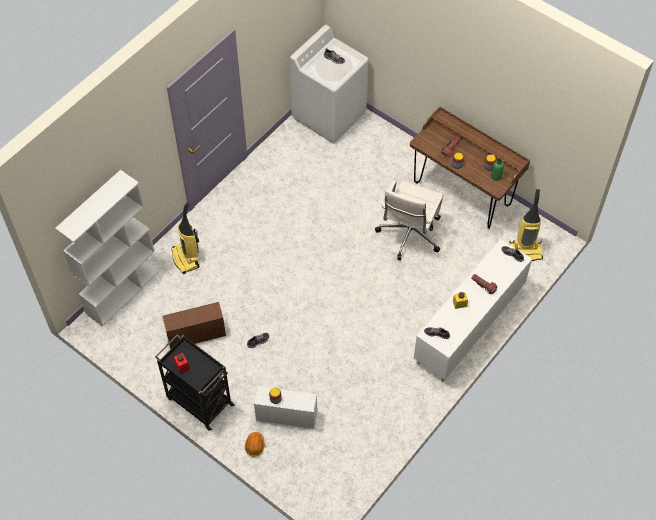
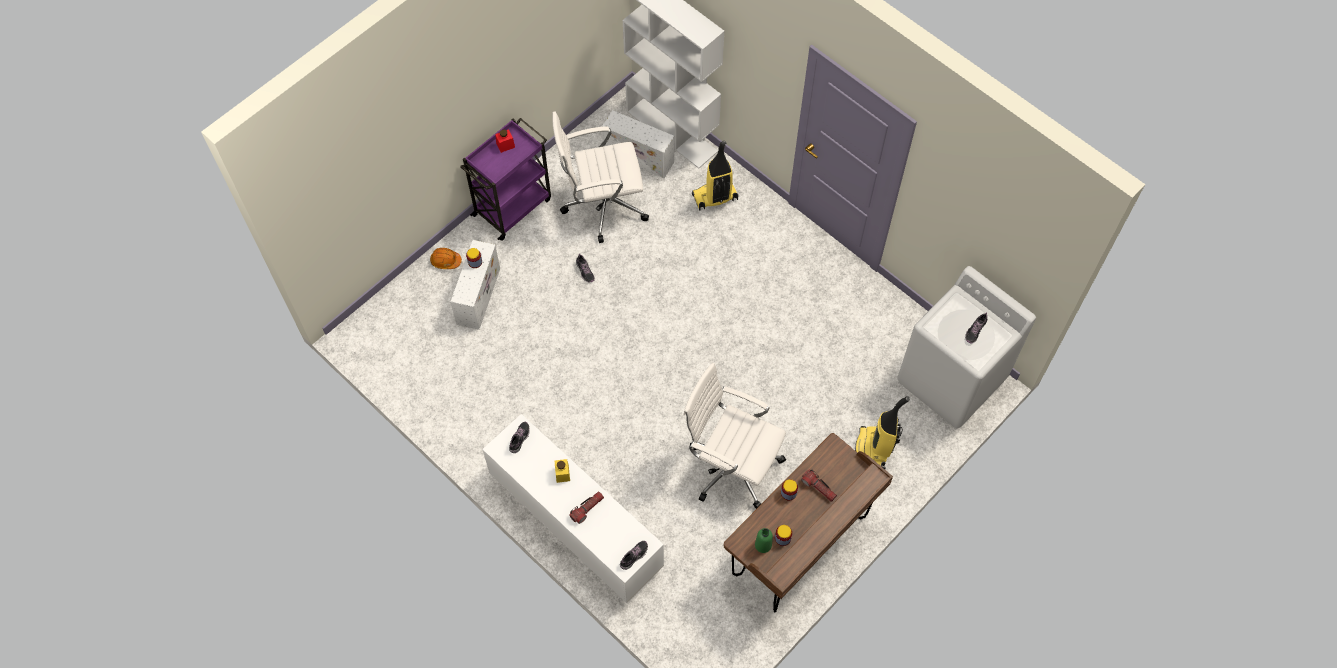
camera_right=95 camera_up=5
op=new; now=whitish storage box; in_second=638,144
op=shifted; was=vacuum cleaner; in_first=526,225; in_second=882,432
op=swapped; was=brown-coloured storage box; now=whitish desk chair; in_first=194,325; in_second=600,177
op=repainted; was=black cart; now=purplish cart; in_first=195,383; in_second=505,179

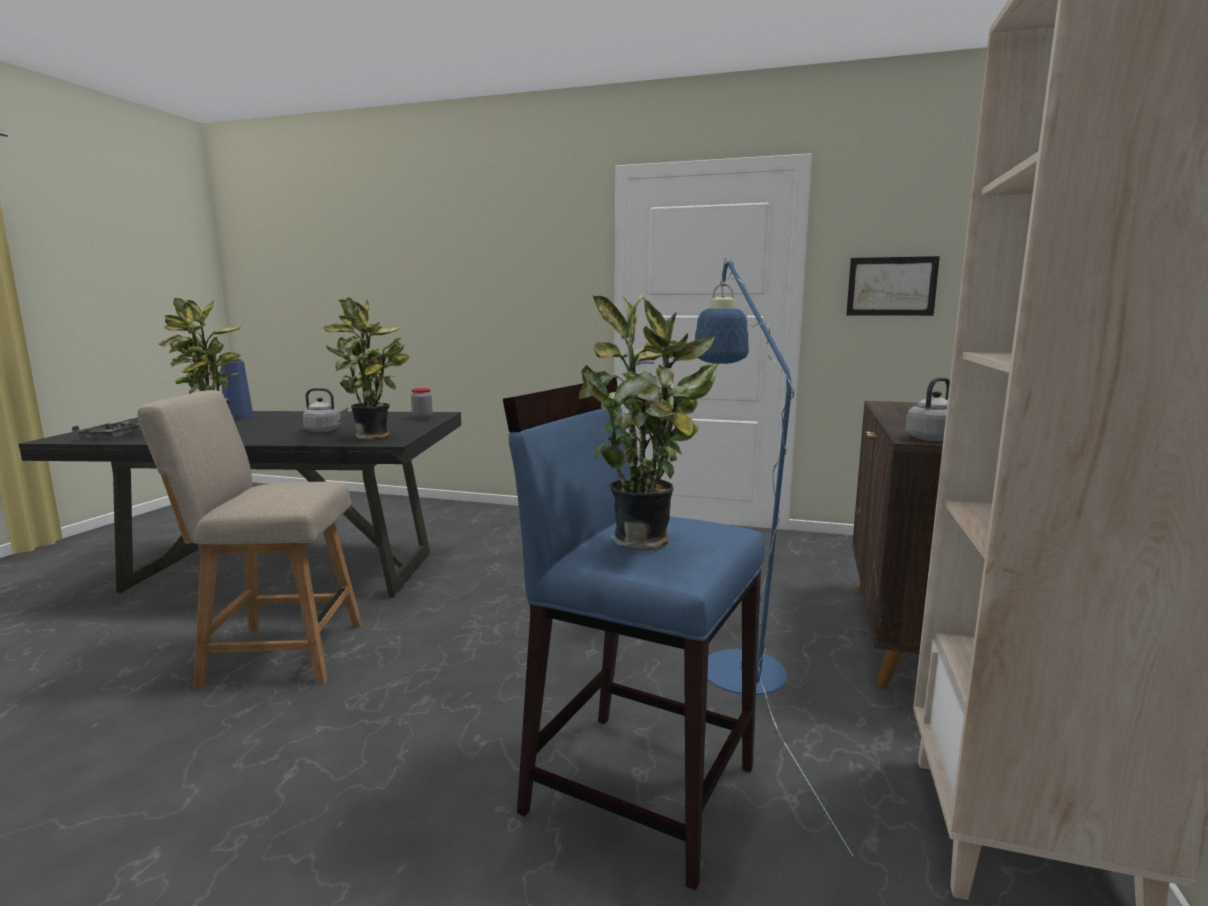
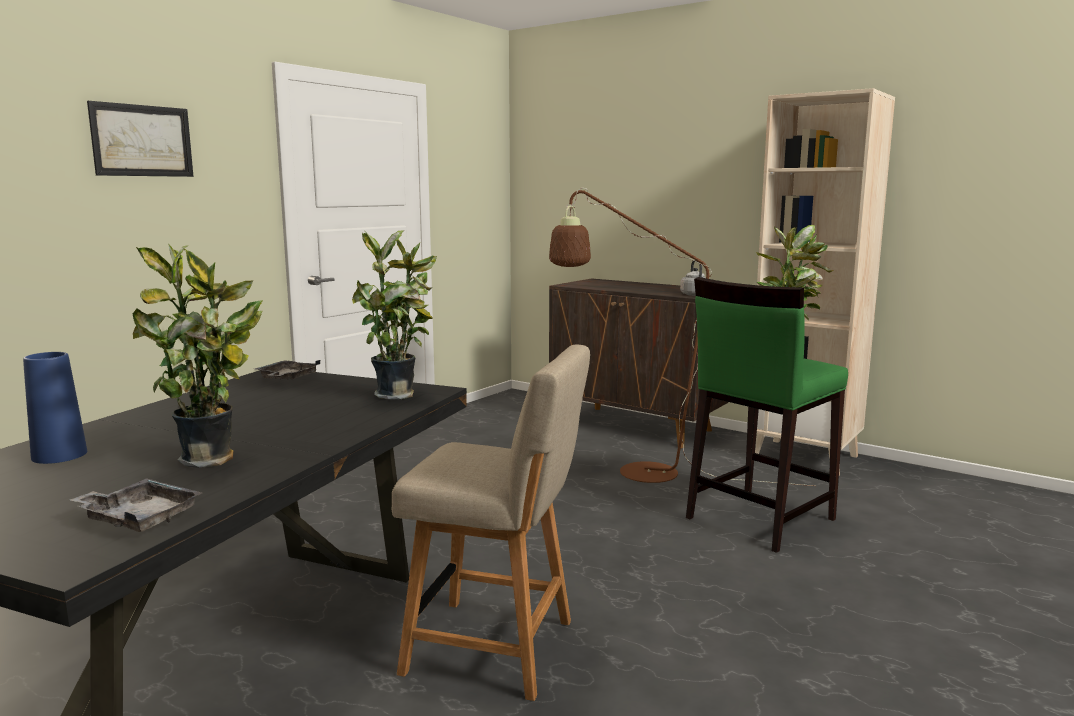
camera_right=-70 camera_up=0
op=gone; was=greyish water kettle; in_first=325,410
op=shifted; was=picture; in_first=893,286; in_second=140,139
op=swapped; was=storage jar; now=greyish carrying tray; in_first=422,403; in_second=287,370
op=repainted; was=blue-coloured stool seat; now=green stool seat; in_first=634,633; in_second=767,415
op=repainted; was=blue-coloured standard lamp; now=brown-coloured standard lamp; in_first=774,558; in_second=682,337
op=rotated; was=beige-coloured chair; in_first=249,539; in_second=491,523; clockwise=-90

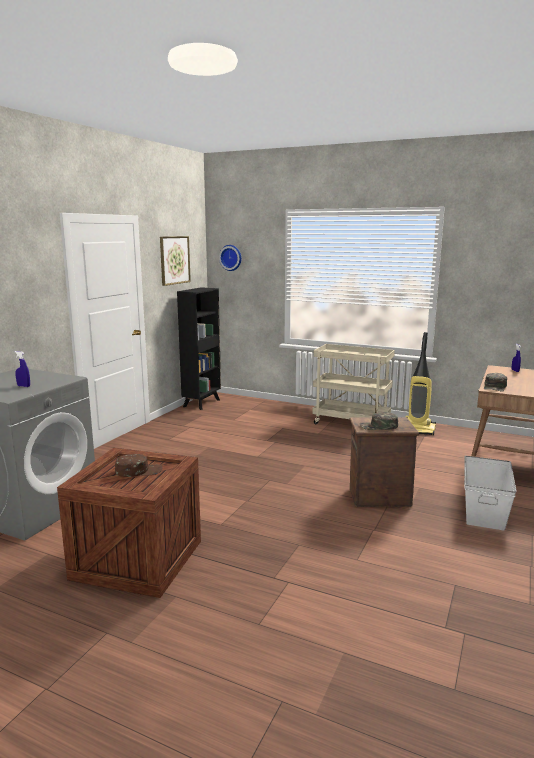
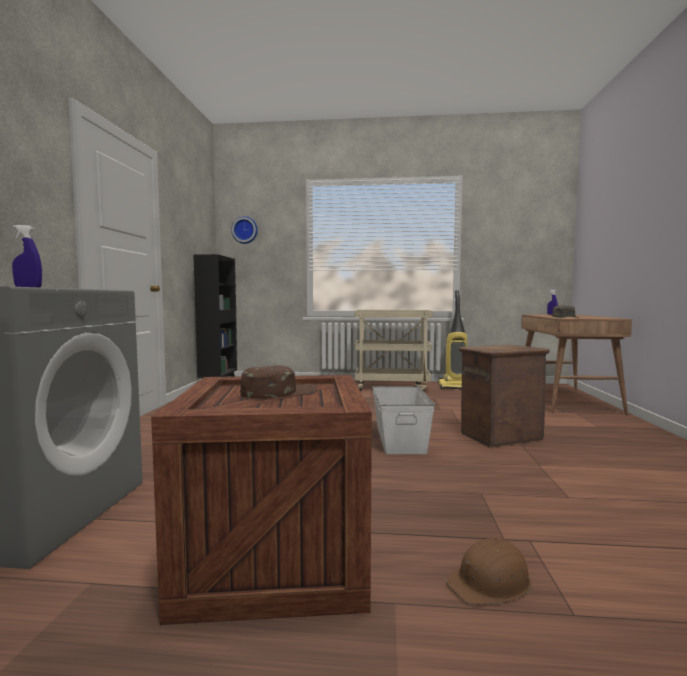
camera_right=-20 camera_up=-10
op=gone; was=picture; in_first=175,261
op=gone; was=green peaked cap; in_first=378,421
op=new; now=brown-coloured hard hat; in_second=489,570
op=shifted; was=whitish storage box; in_first=490,493; in_second=403,420

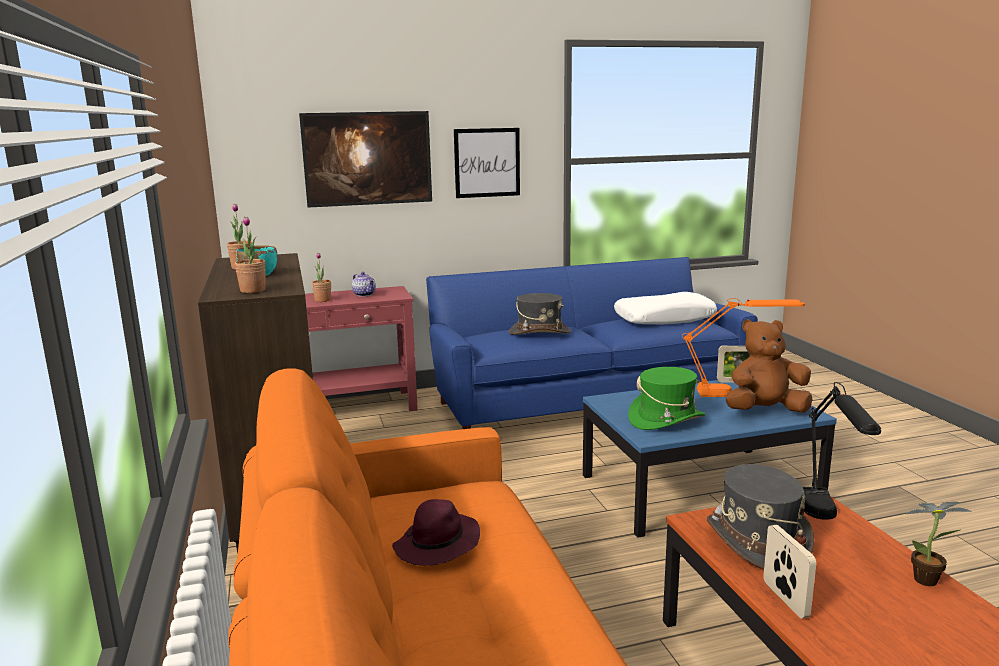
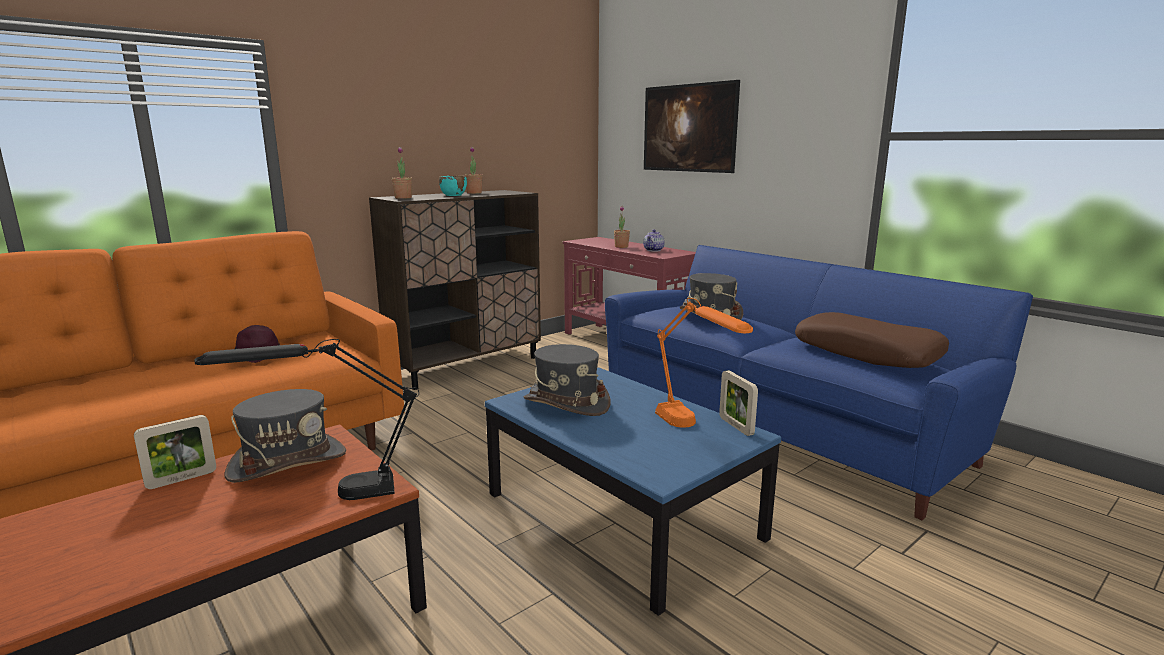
camera_right=65 camera_up=0
op=gone; was=picture; in_first=487,163
op=gone; was=brown-coloured plush toy; in_first=769,366
op=gone; was=potted plant; in_first=939,544
op=repainted; was=whitish cushion; now=brown-coloured cushion; in_first=665,308; in_second=872,340
op=repainted; was=green wearable hat; now=greyish wearable hat; in_first=667,398; in_second=567,380

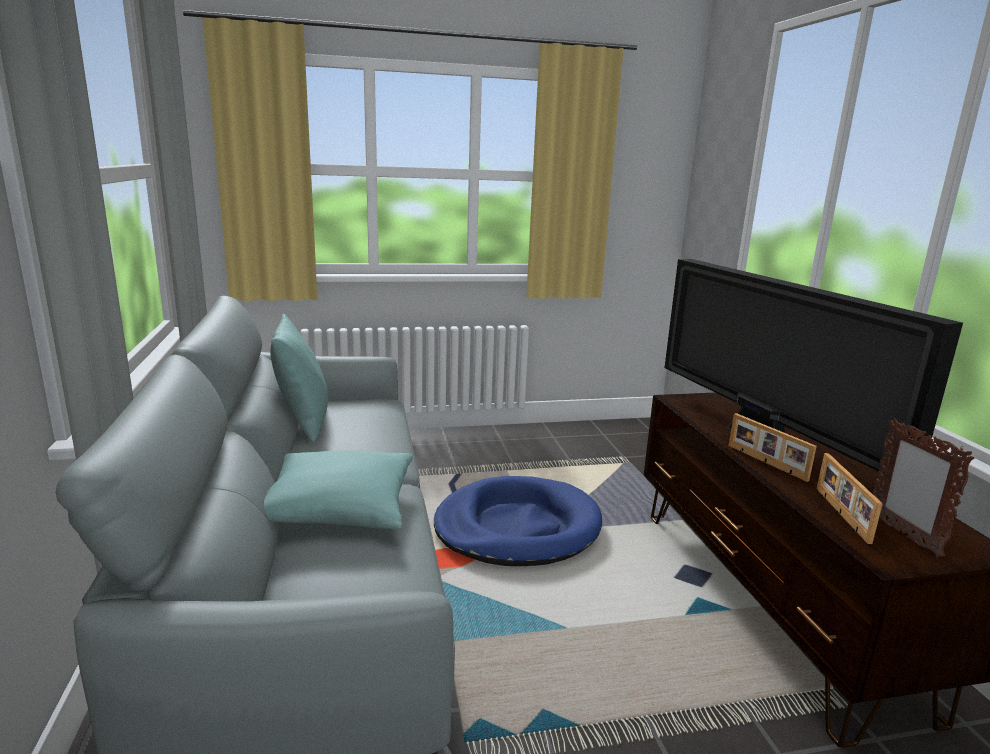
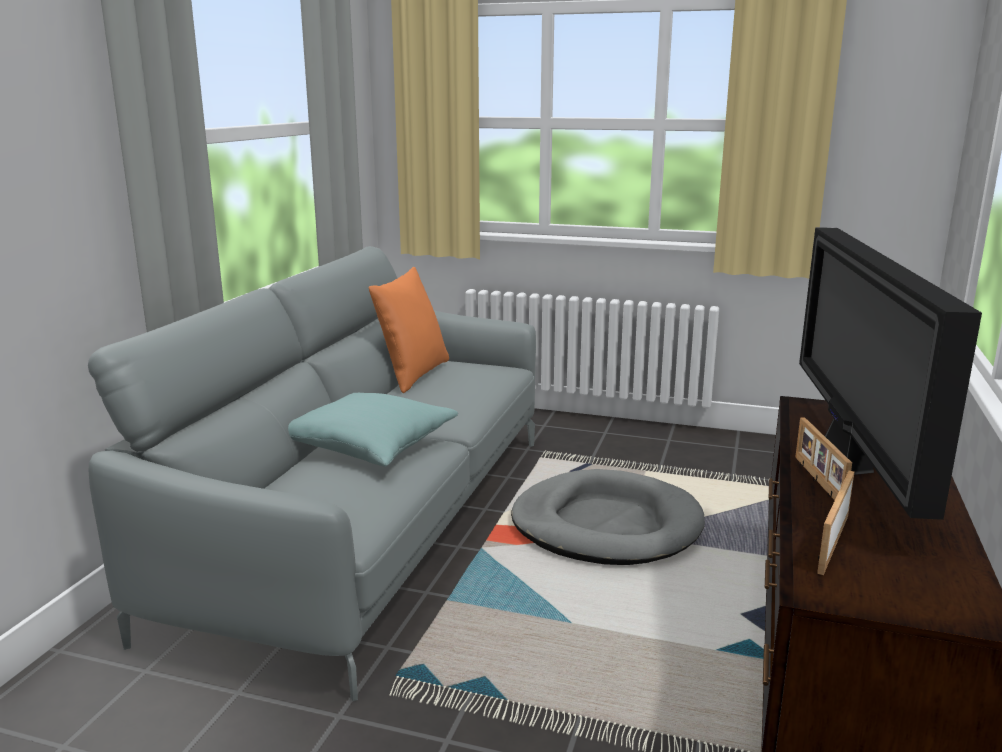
camera_right=30 camera_up=0
op=gone; was=picture frame; in_first=923,488
op=repainted; was=blue-green cushion; now=orangey cushion; in_first=299,378; in_second=409,330
op=repainted; was=blue-coloured dog cushion; now=greyish dog cushion; in_first=518,521; in_second=608,517

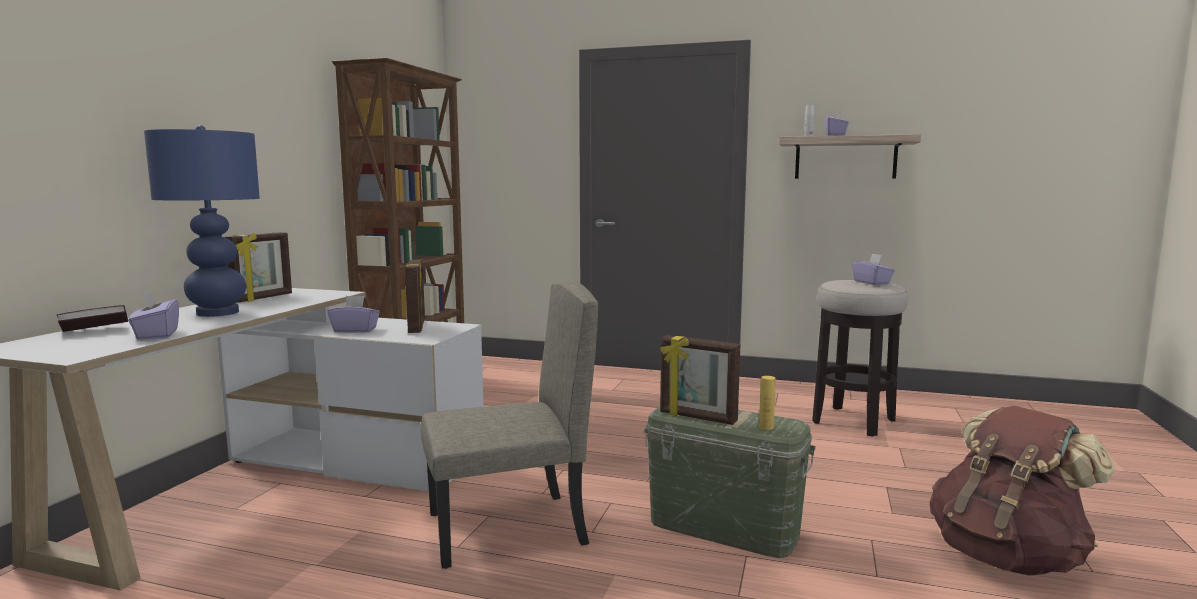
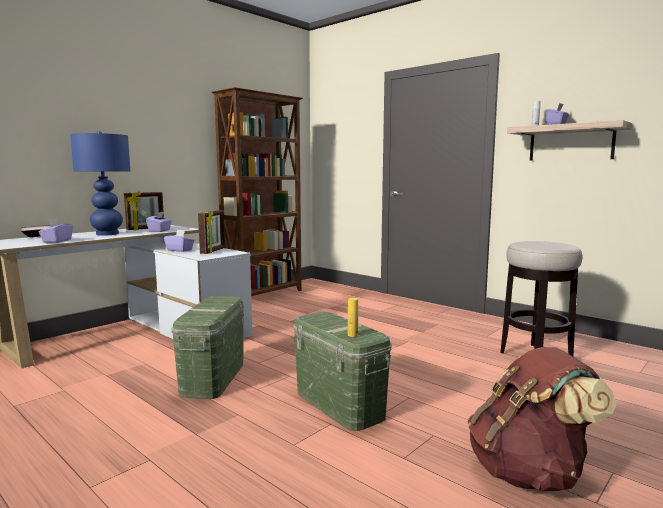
camera_right=25 camera_up=0
op=gone; was=picture frame; in_first=700,380
op=shifted; was=purplish tissue box; in_first=873,269; in_second=159,222
op=swapped; was=beige-coloured chair; now=green storage box; in_first=509,424; in_second=207,347

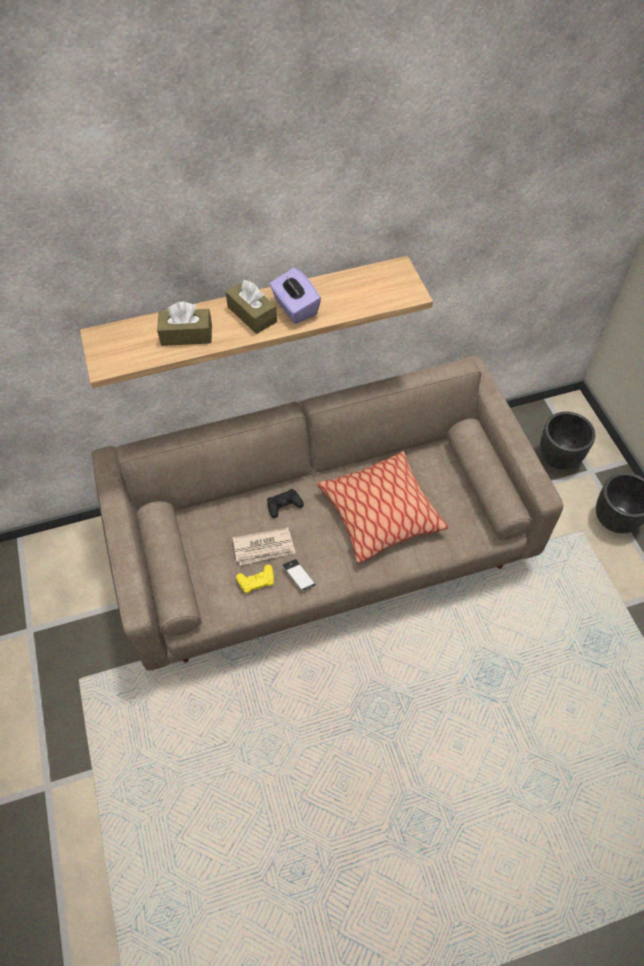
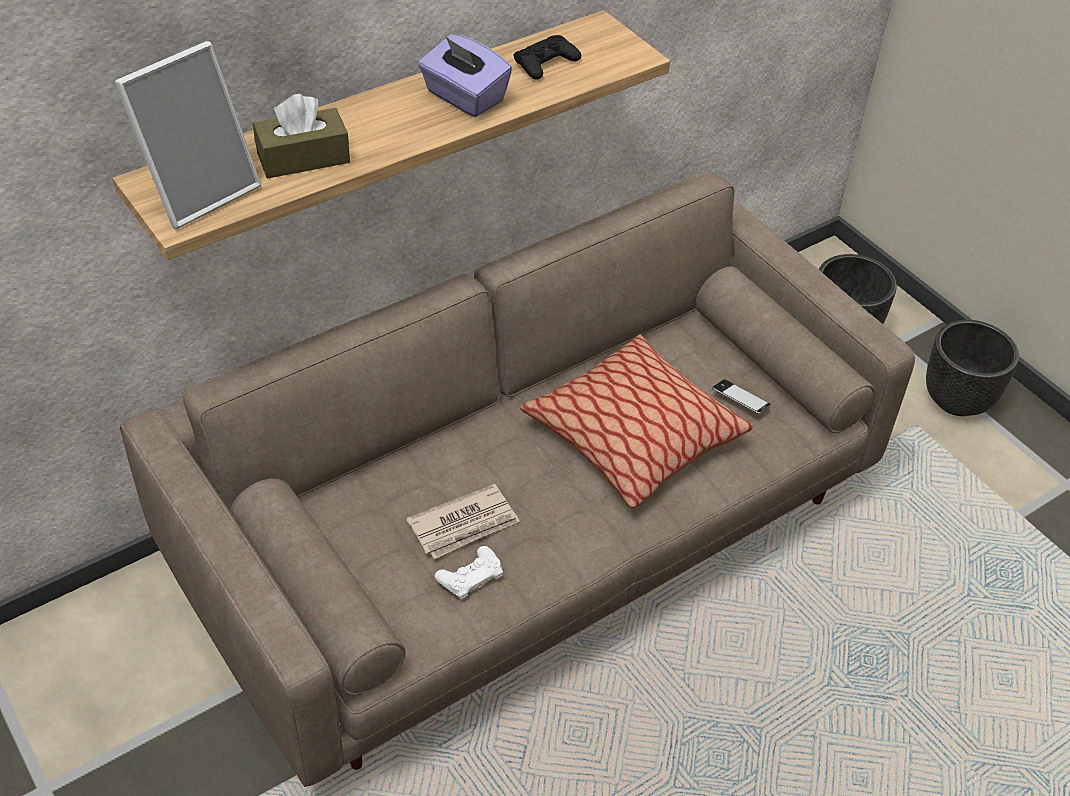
camera_right=-20 camera_up=-10
op=gone; was=brown-coloured tissue box; in_first=251,307
op=new; now=picture frame; in_second=188,135
op=shifted; was=black joypad; in_first=285,503; in_second=547,57
op=shifted; was=handset; in_first=299,575; in_second=741,396
op=repainted; was=yellowish joypad; now=whitish joypad; in_first=255,579; in_second=469,572

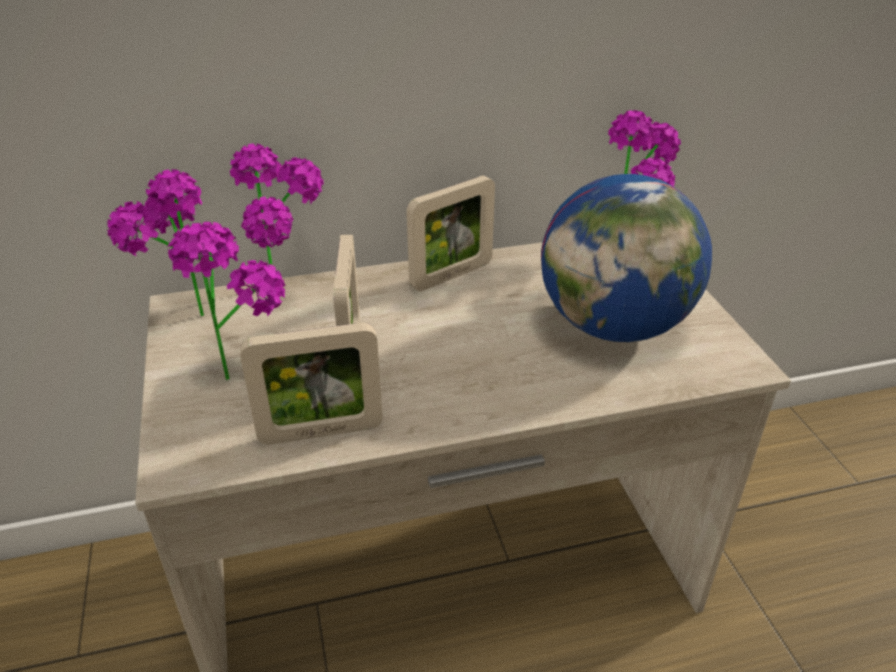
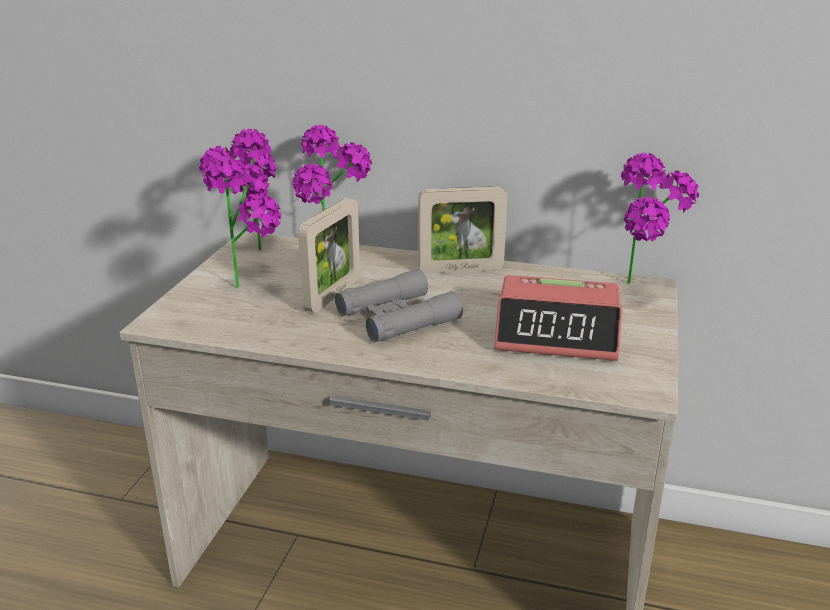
camera_right=30 camera_up=-10
op=gone; was=picture frame; in_first=311,384
op=new; now=greyish field glasses; in_second=399,305
op=swapped; was=globe; now=alarm clock; in_first=626,258; in_second=558,318

